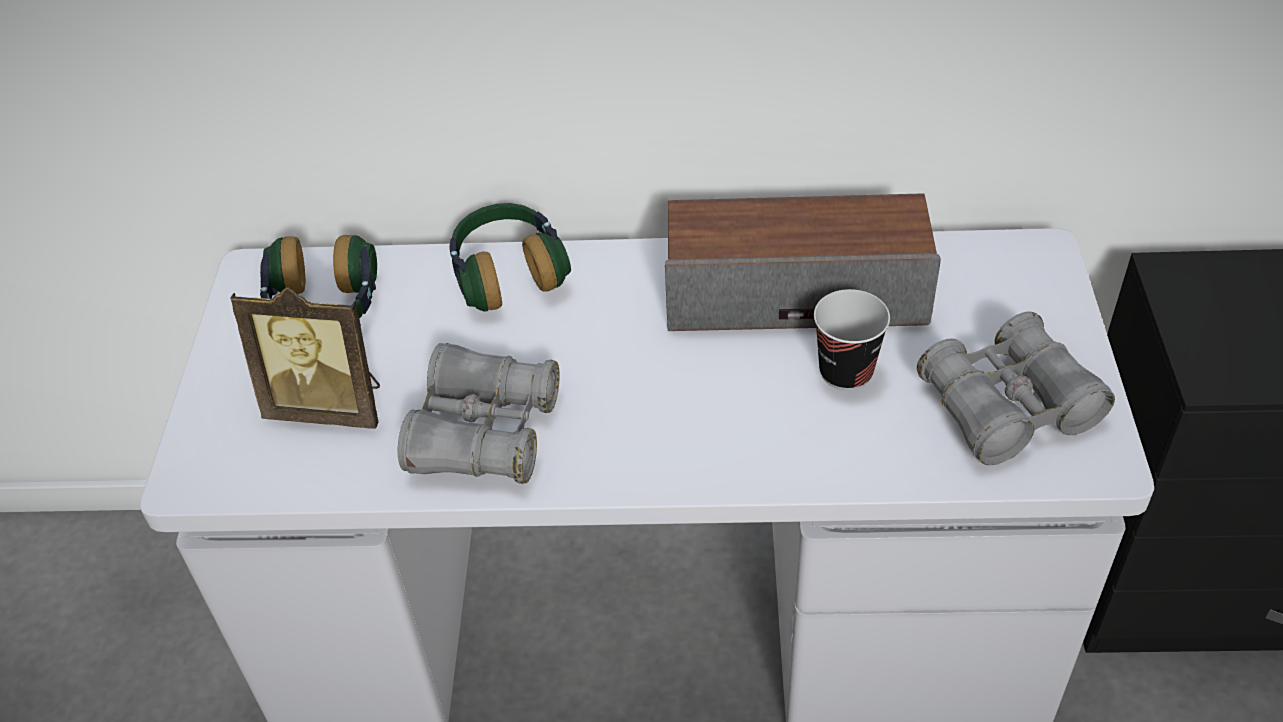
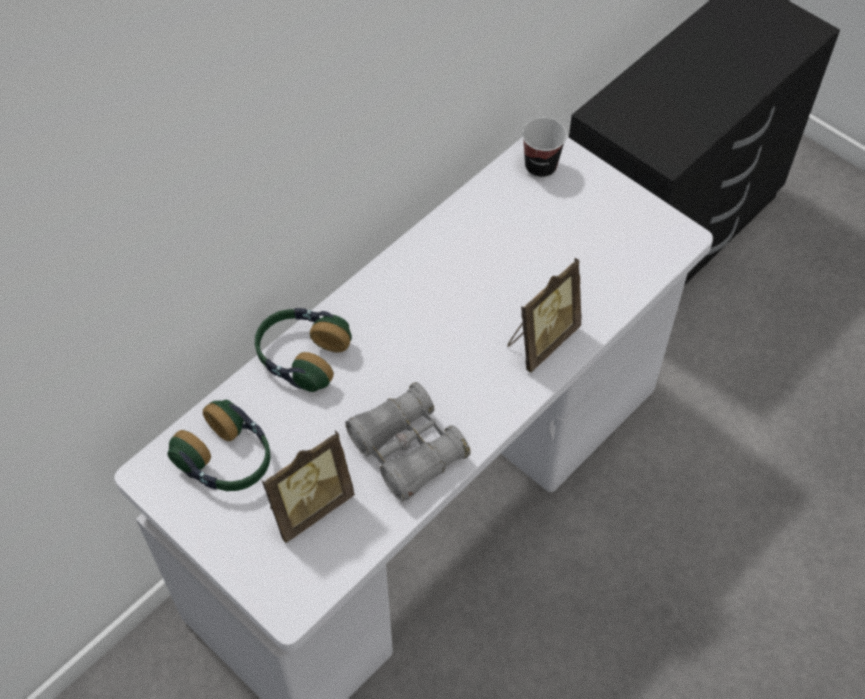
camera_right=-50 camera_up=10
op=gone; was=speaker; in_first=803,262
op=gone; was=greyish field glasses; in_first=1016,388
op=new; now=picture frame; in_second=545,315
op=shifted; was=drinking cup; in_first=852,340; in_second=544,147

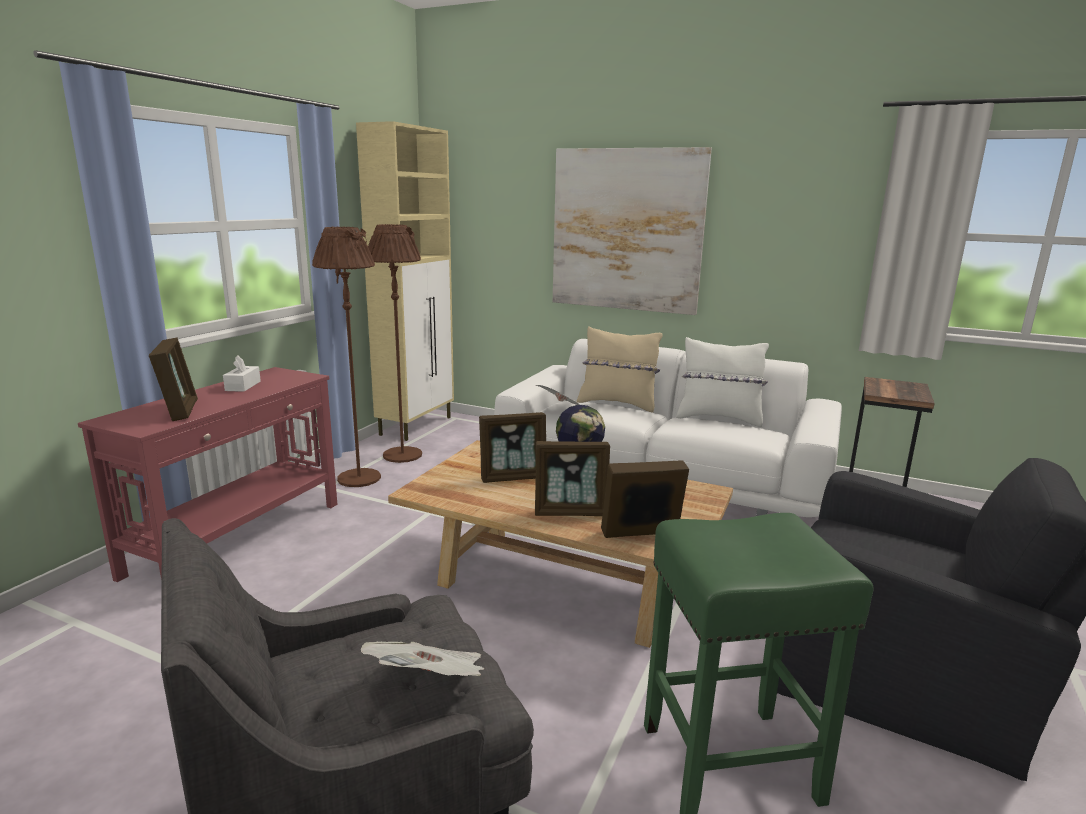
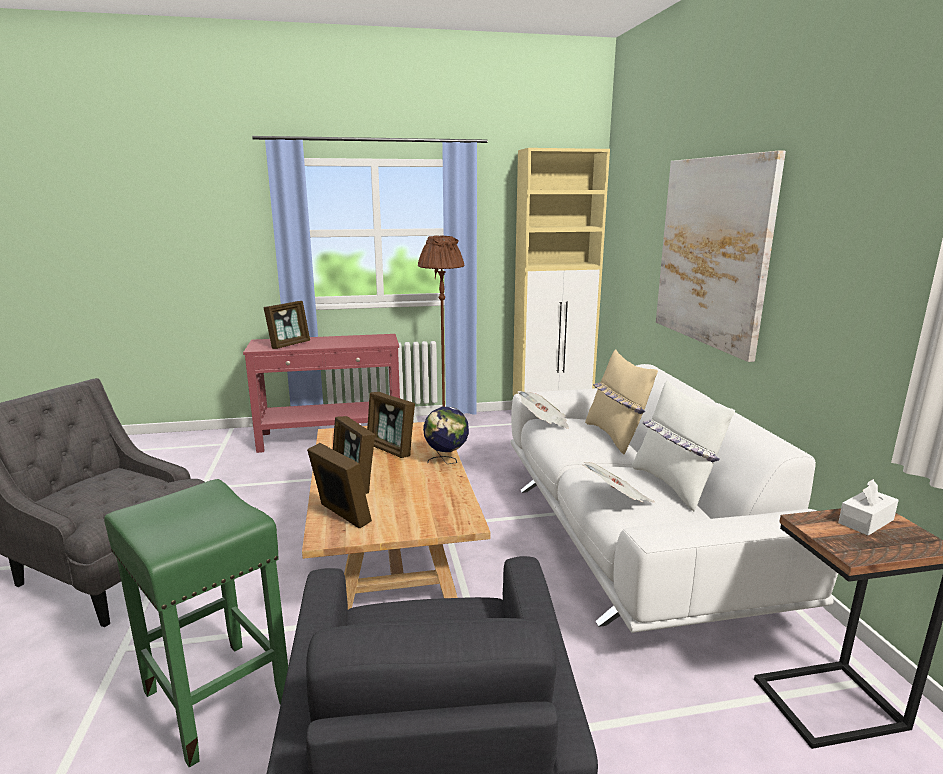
camera_right=55 camera_up=0
op=gone; was=brown-coloured standard lamp; in_first=395,343
op=shifted; was=whitish tissue box; in_first=242,373; in_second=868,507
op=shifted; was=newspaper; in_first=422,659; in_second=619,482

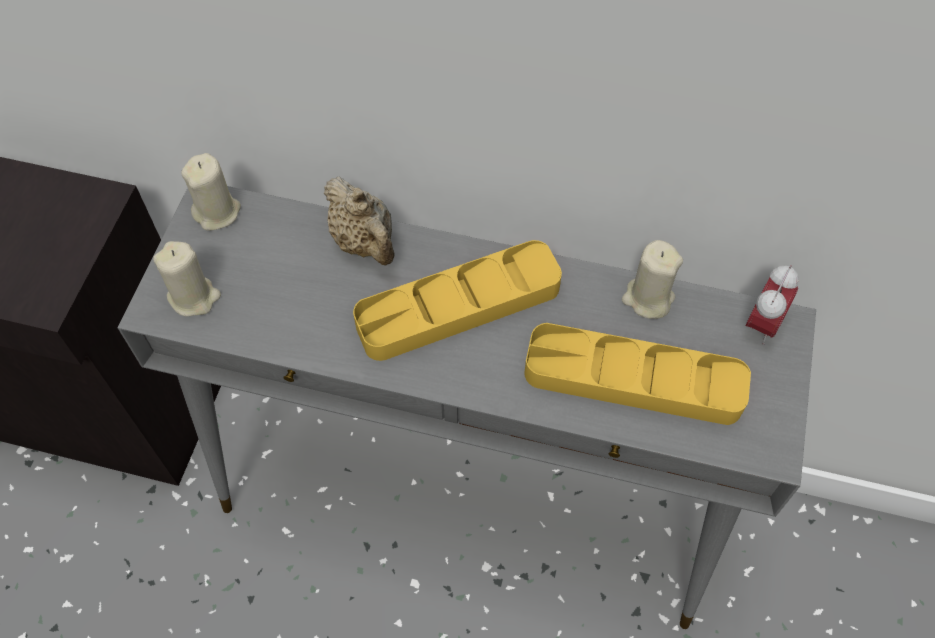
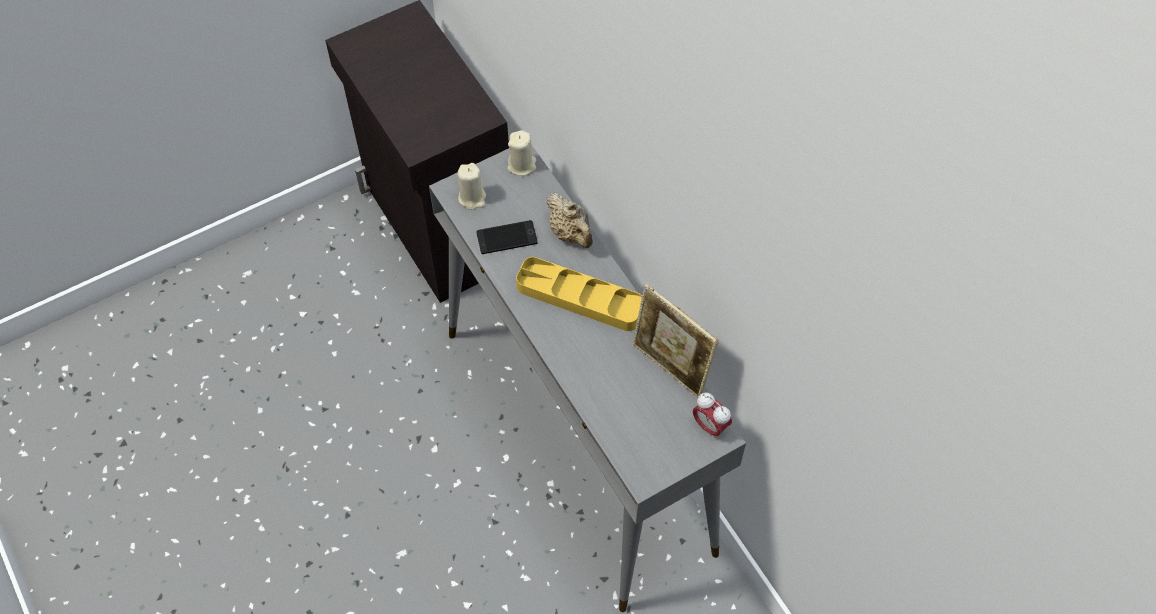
camera_right=45 camera_up=0
op=gone; was=yellowish carrying tray; in_first=637,374
op=new; now=handset; in_second=507,237
op=swapped; was=beige-coloured wax light; now=picture frame; in_first=652,279; in_second=676,341
op=rotated; was=beige-coloured tea pot; in_first=359,221; in_second=570,220; clockwise=-45
op=rotated; was=alarm clock; in_first=772,305; in_second=712,416; clockwise=60

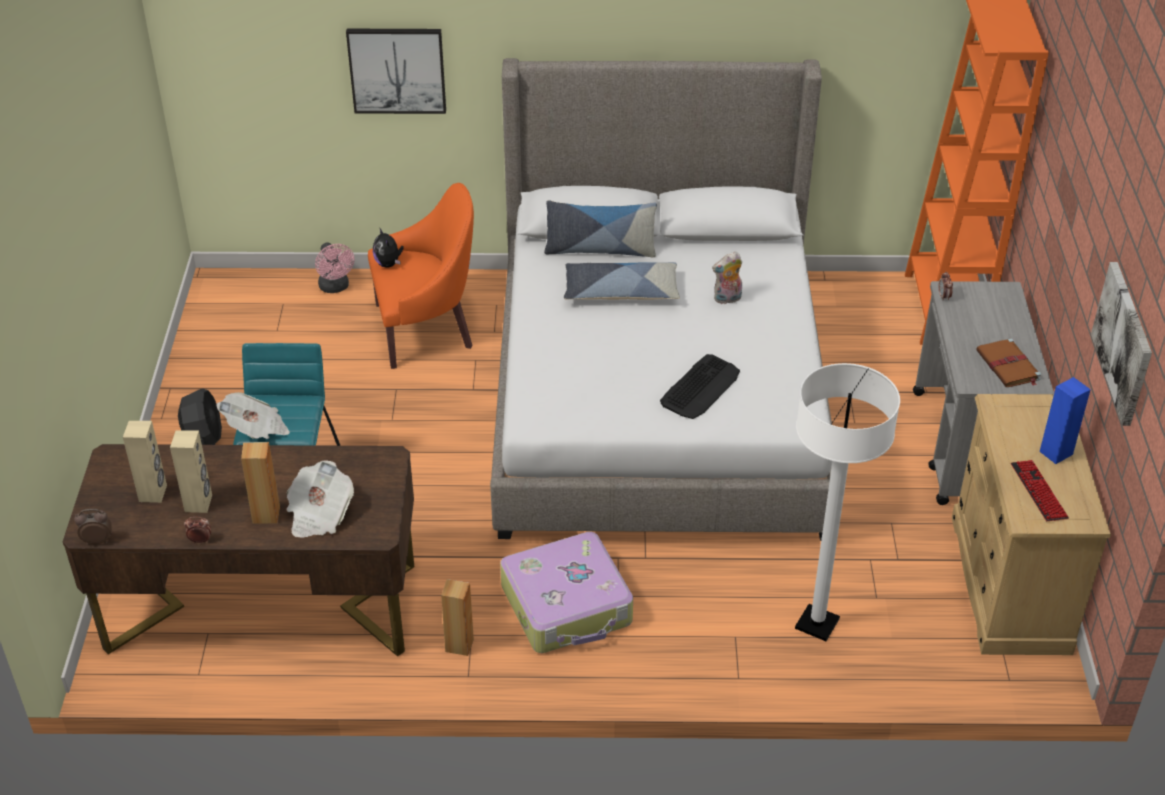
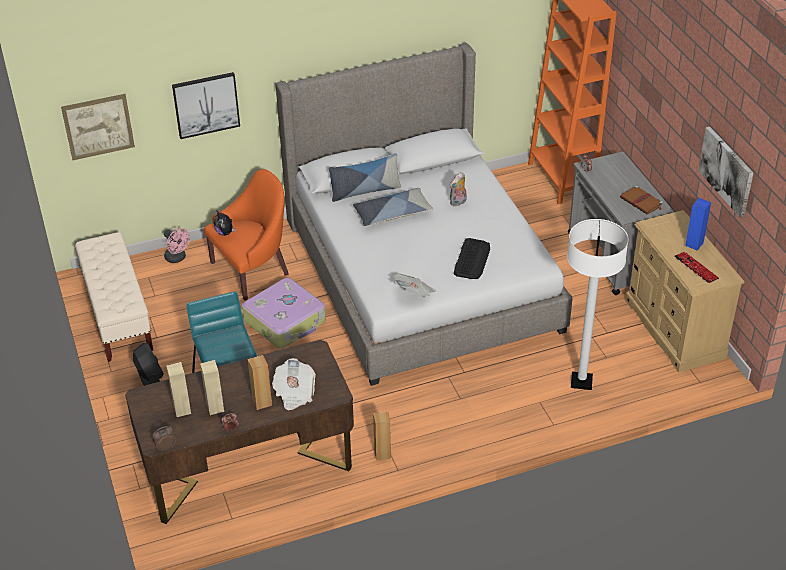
camera_right=-20 camera_up=0
op=new; now=picture; in_second=98,127
op=new; now=beige-coloured long seat; in_second=114,297
op=shifted; was=newspaper; in_first=253,415; in_second=415,285
op=shifted; was=suitcase; in_first=566,592; in_second=284,313

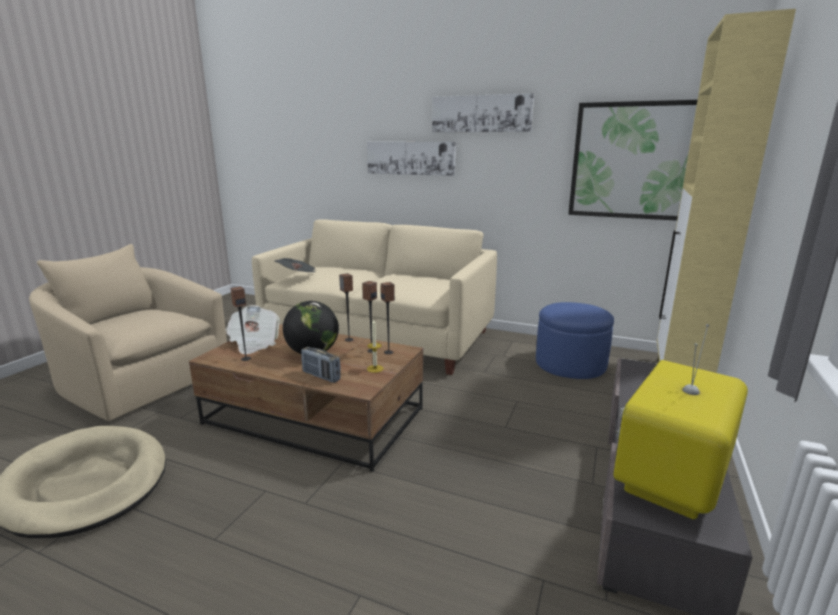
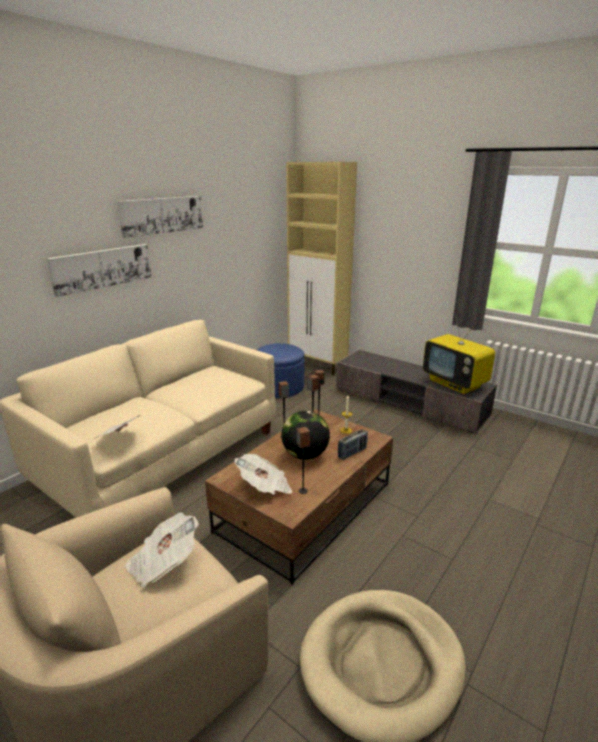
camera_right=-75 camera_up=5
op=gone; was=picture; in_first=632,160
op=new; now=newspaper; in_second=162,550

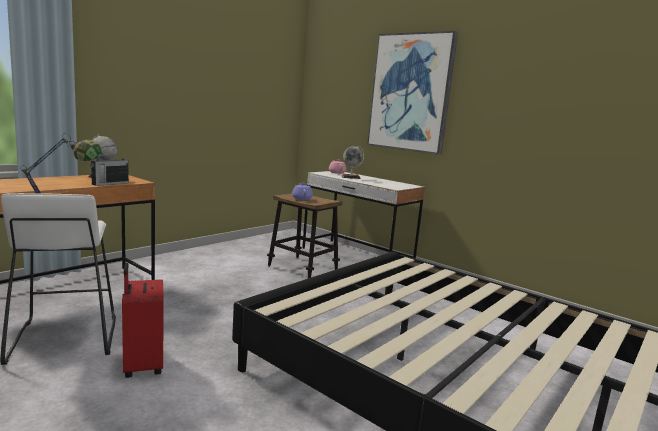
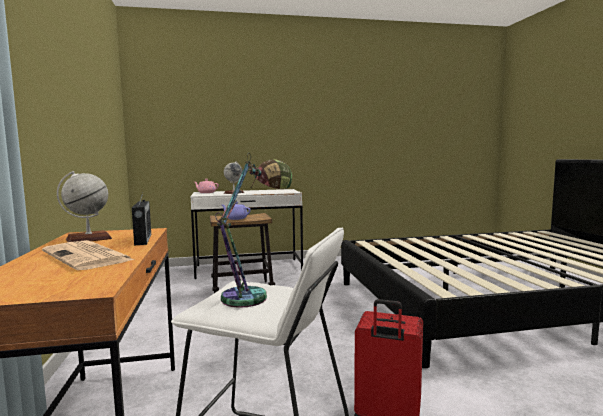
camera_right=-50 camera_up=-5
op=gone; was=picture; in_first=412,93
op=new; now=newspaper; in_second=88,255

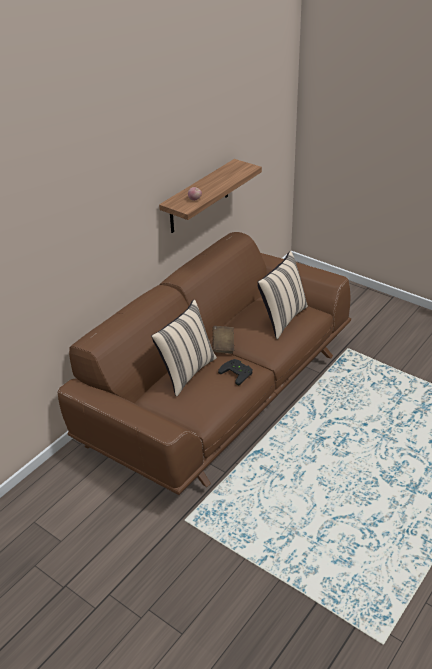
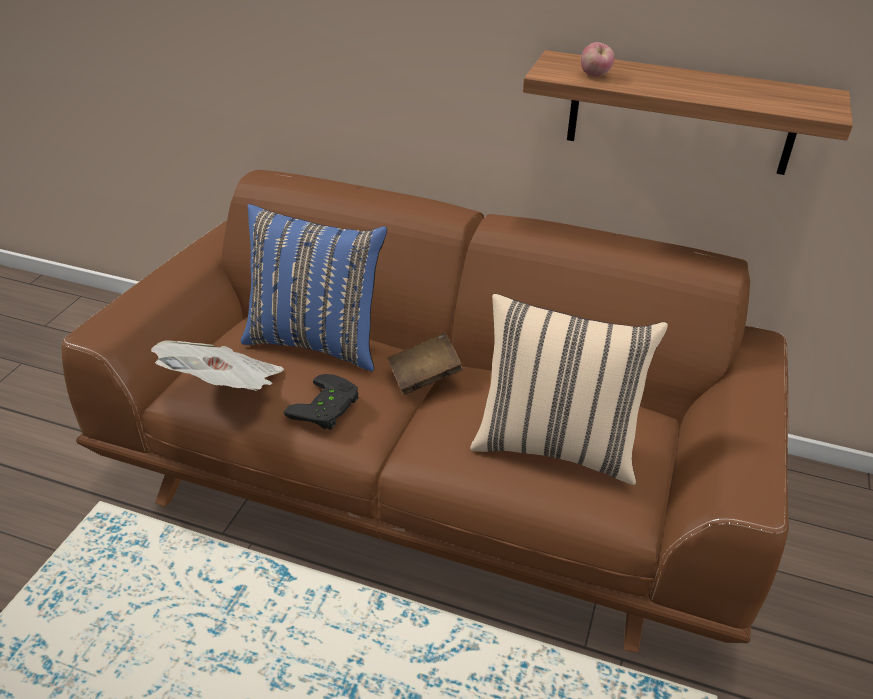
camera_right=70 camera_up=0
op=new; now=newspaper; in_second=217,365
op=repainted; was=beige-coloured cushion; now=blue-coloured cushion; in_first=184,348; in_second=314,288

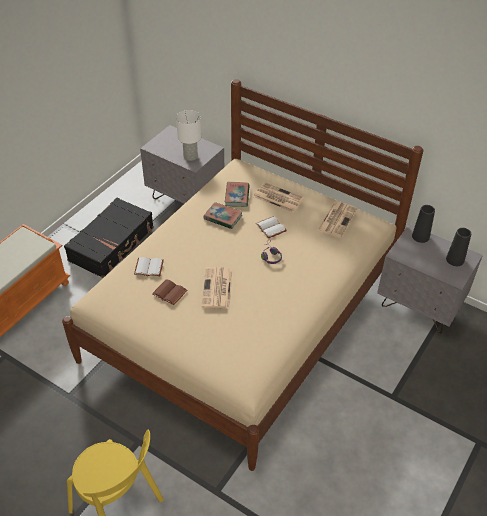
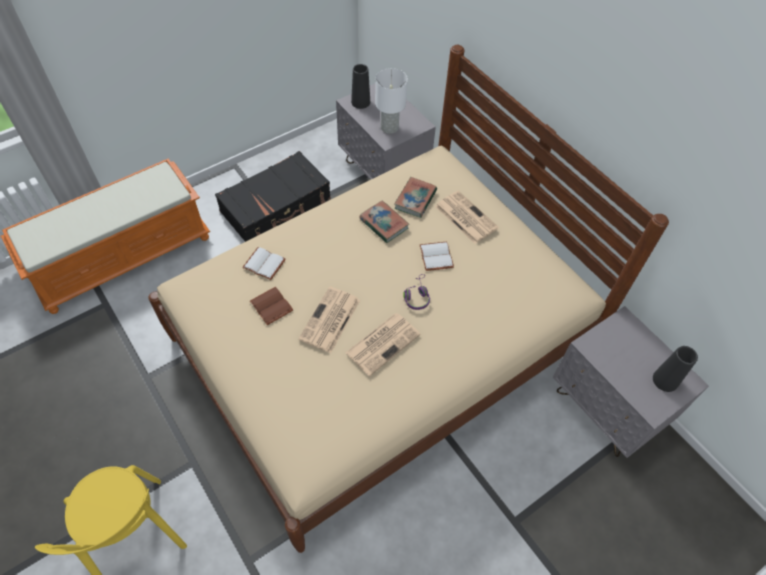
camera_right=20 camera_up=10
op=shifted; was=newspaper; in_first=337,220; in_second=382,344
op=shifted; was=black decorative vase; in_first=423,224; in_second=360,86

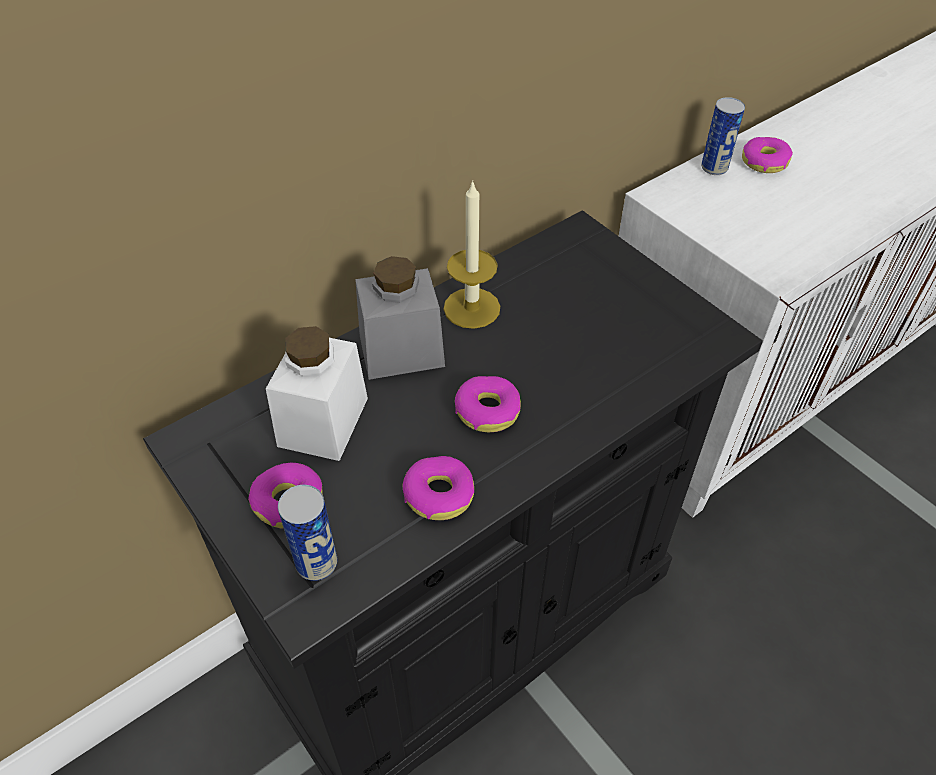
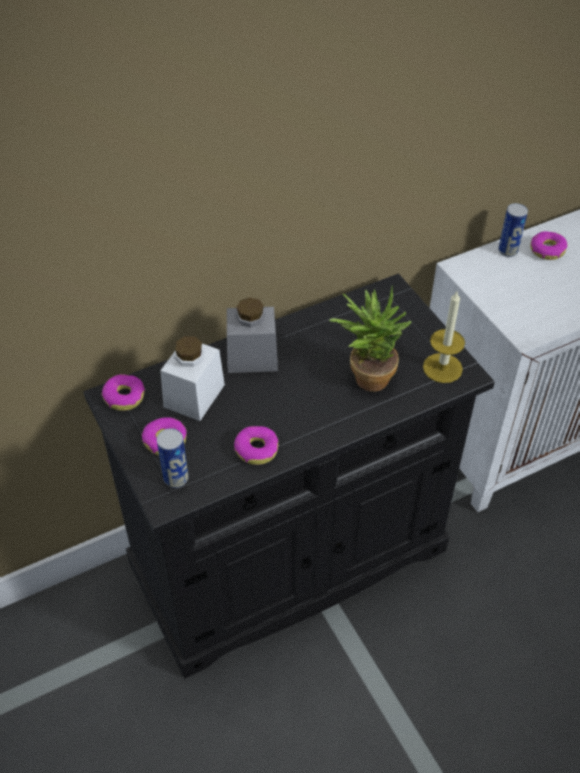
camera_right=10 camera_up=0
op=new; now=potted plant; in_second=370,338
op=shifted; was=wax light; in_first=472,254; in_second=444,336
op=shifted; was=doughnut; in_first=488,404; in_second=123,392

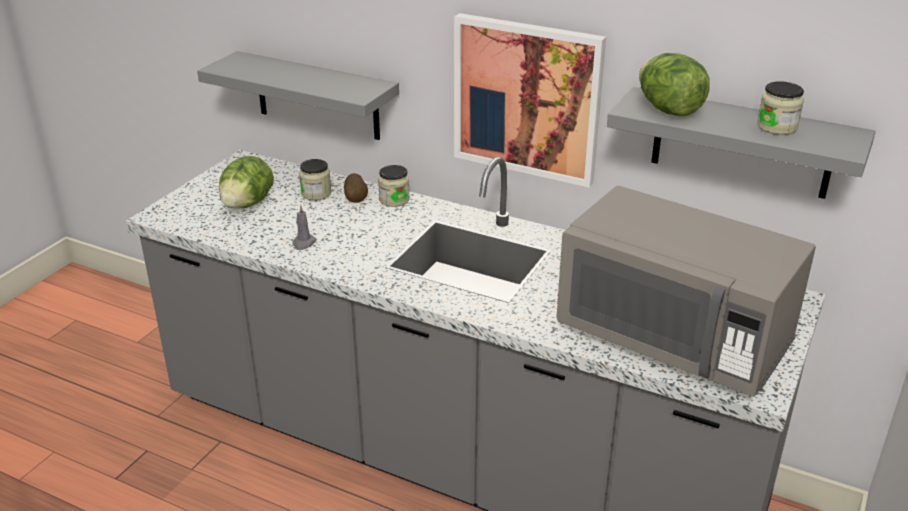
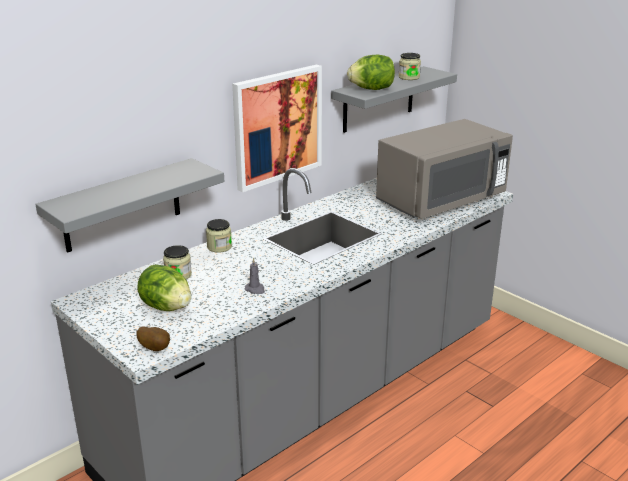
camera_right=-70 camera_up=-5
op=shifted; was=spud; in_first=356,188; in_second=153,338

